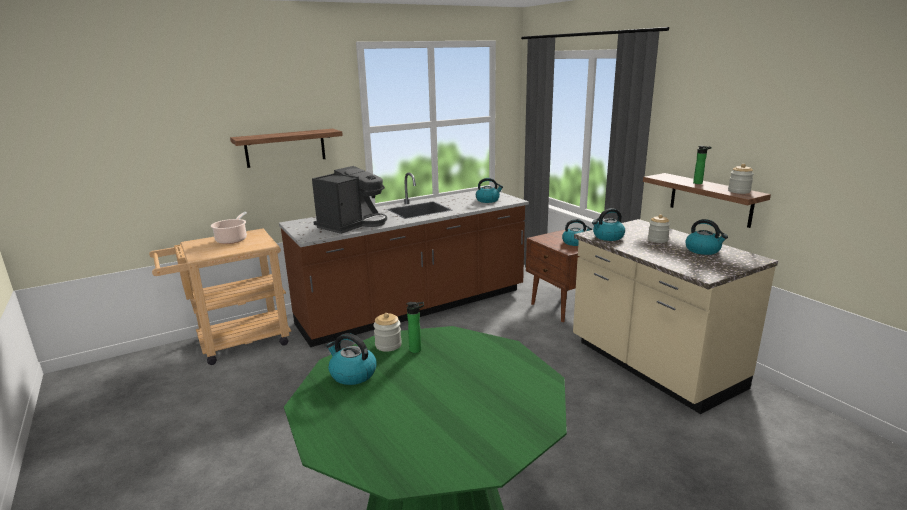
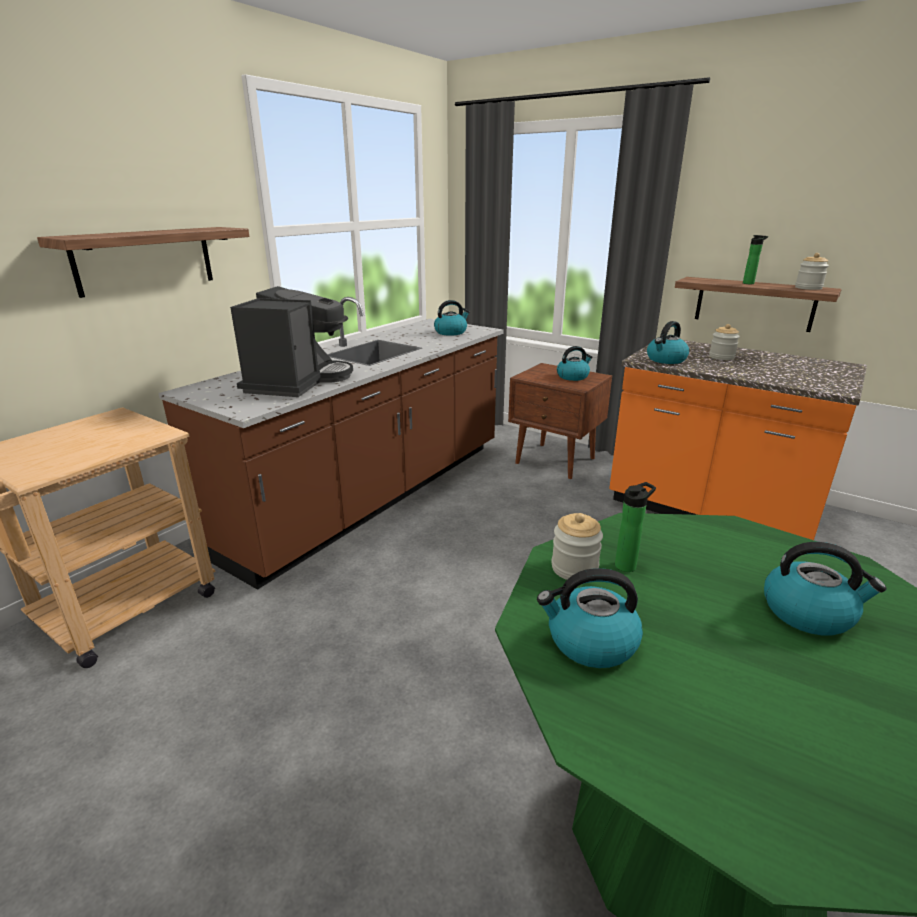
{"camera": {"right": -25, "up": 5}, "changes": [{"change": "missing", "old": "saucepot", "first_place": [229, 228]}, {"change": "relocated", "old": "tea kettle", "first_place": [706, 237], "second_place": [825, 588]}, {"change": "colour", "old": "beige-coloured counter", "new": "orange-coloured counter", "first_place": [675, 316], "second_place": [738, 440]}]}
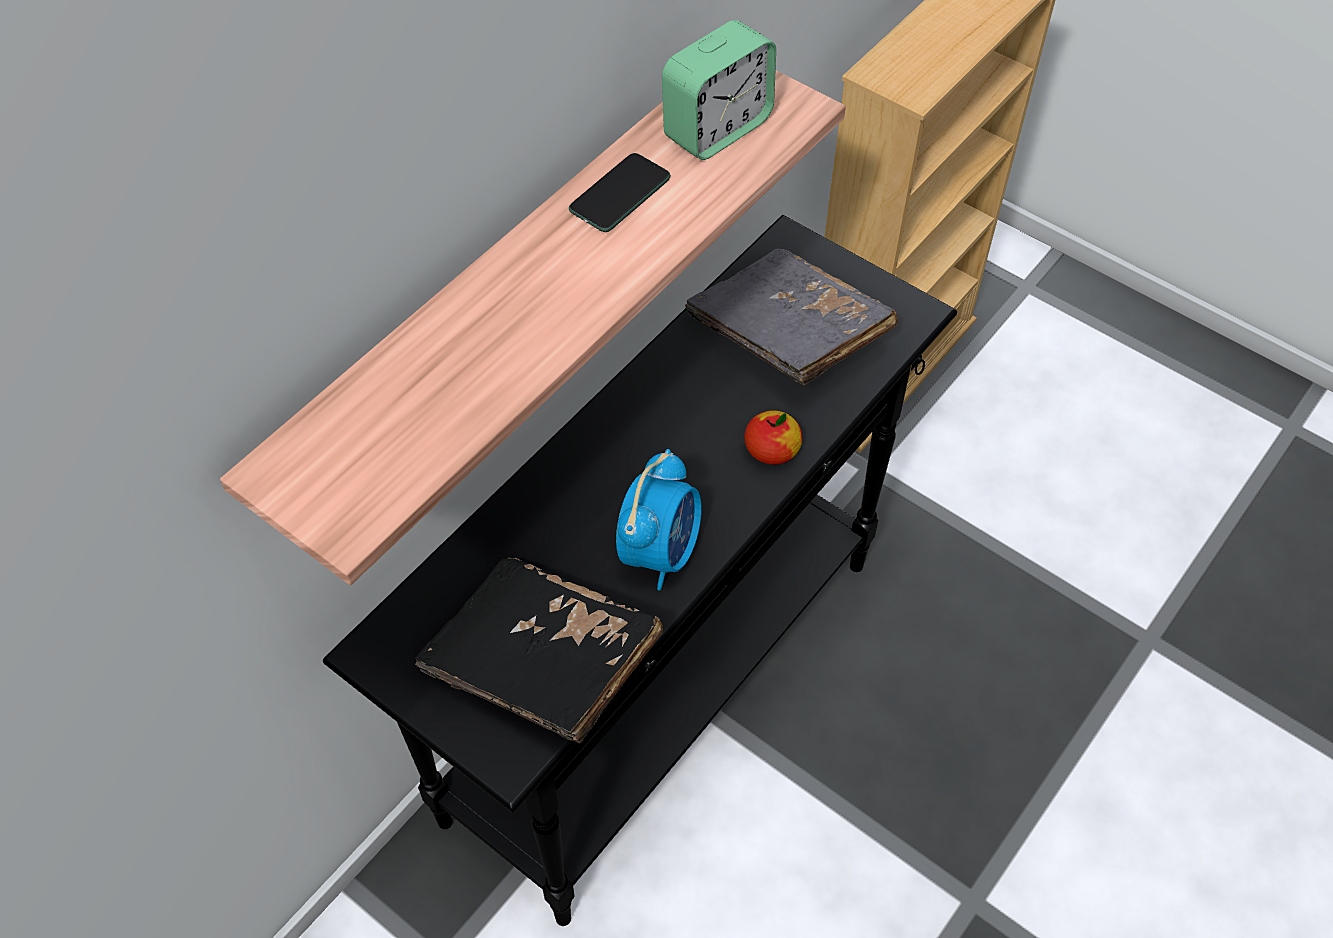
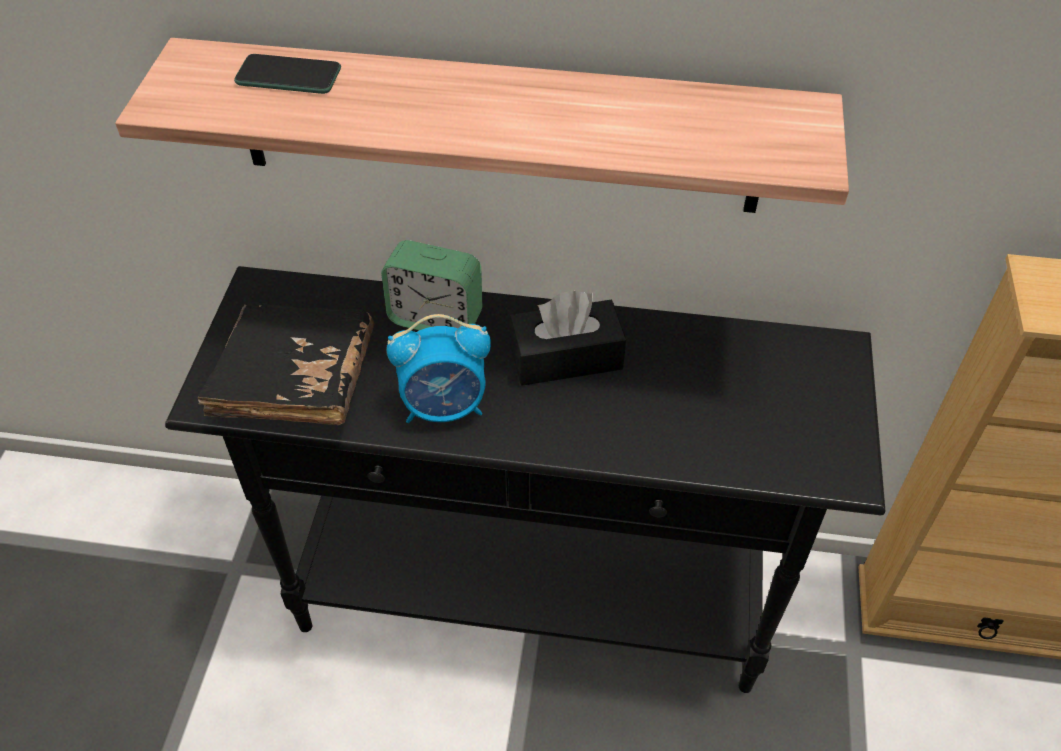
{"camera": {"right": 60, "up": -5}, "changes": [{"change": "missing", "old": "gray volume", "first_place": [791, 316]}, {"change": "missing", "old": "apple", "first_place": [773, 437]}, {"change": "appeared", "new": "black tissue holder", "second_place": [567, 338]}, {"change": "relocated", "old": "phone", "first_place": [620, 192], "second_place": [287, 74]}, {"change": "relocated", "old": "table clock", "first_place": [719, 90], "second_place": [432, 285]}]}
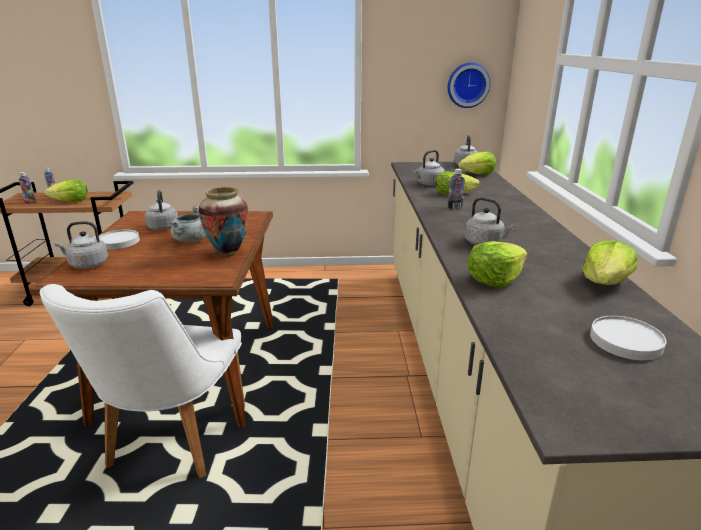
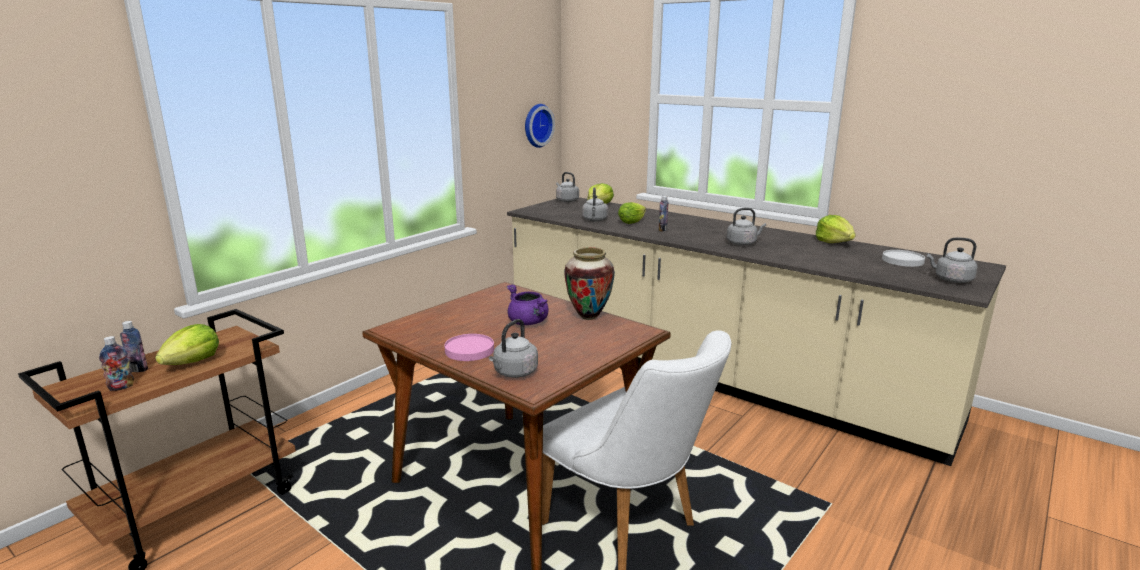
{"camera": {"right": -50, "up": -5}, "changes": [{"change": "missing", "old": "head of lettuce", "first_place": [497, 264]}, {"change": "relocated", "old": "gray tea kettle", "first_place": [161, 210], "second_place": [952, 260]}, {"change": "colour", "old": "white-coloured plate", "new": "pink plate", "first_place": [119, 239], "second_place": [469, 347]}, {"change": "colour", "old": "gray saucepot", "new": "purplish saucepot", "first_place": [188, 224], "second_place": [527, 304]}]}
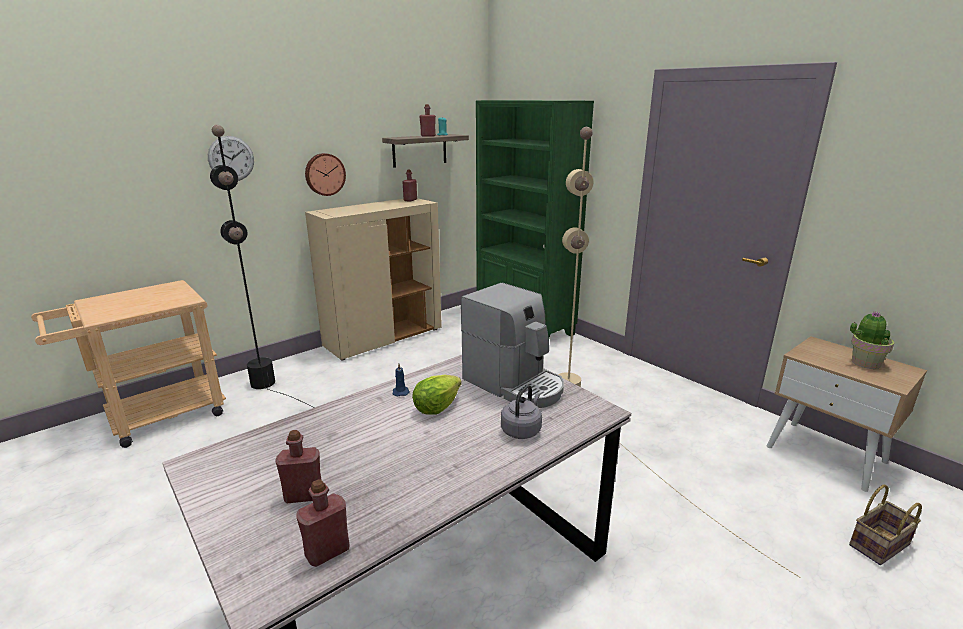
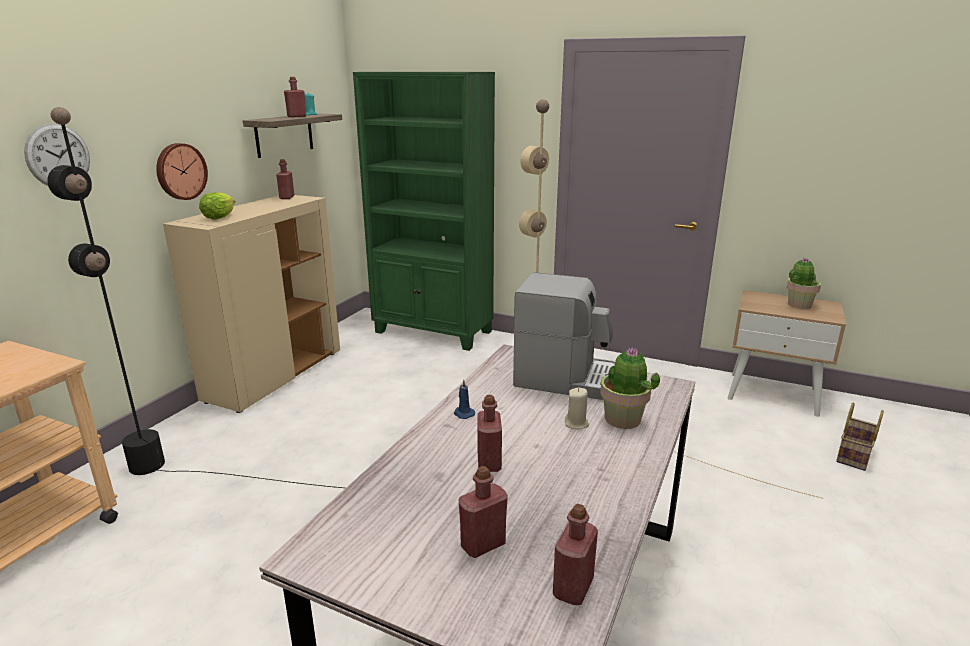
{"camera": {"right": -25, "up": 0}, "changes": [{"change": "appeared", "new": "red drink bottle", "second_place": [489, 433]}, {"change": "appeared", "new": "beige-coloured wax candle", "second_place": [577, 408]}, {"change": "relocated", "old": "head of lettuce", "first_place": [437, 395], "second_place": [217, 206]}, {"change": "exchanged", "old": "gray tea kettle", "new": "plant in a pot", "first_place": [521, 412], "second_place": [630, 388]}]}
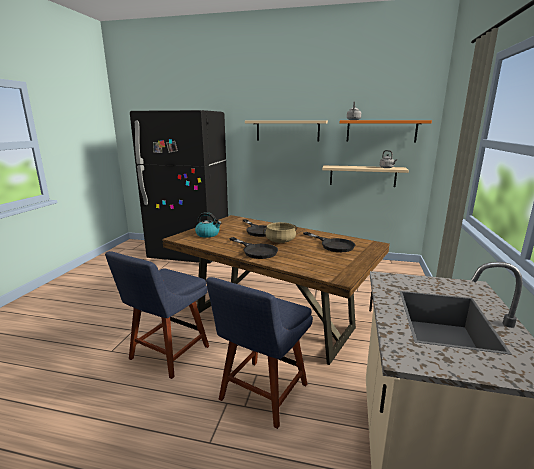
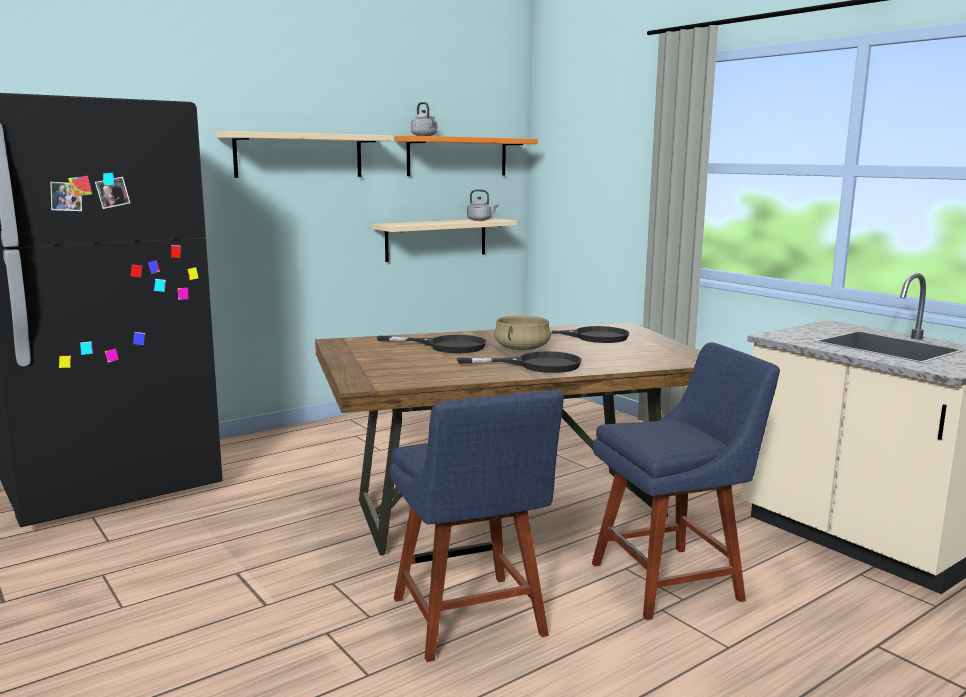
{"camera": {"right": -50, "up": -5}, "changes": [{"change": "missing", "old": "tea kettle", "first_place": [208, 225]}, {"change": "spun", "old": "blue-coloured plain chair", "first_place": [259, 353], "second_place": [686, 481], "degrees": -90}]}
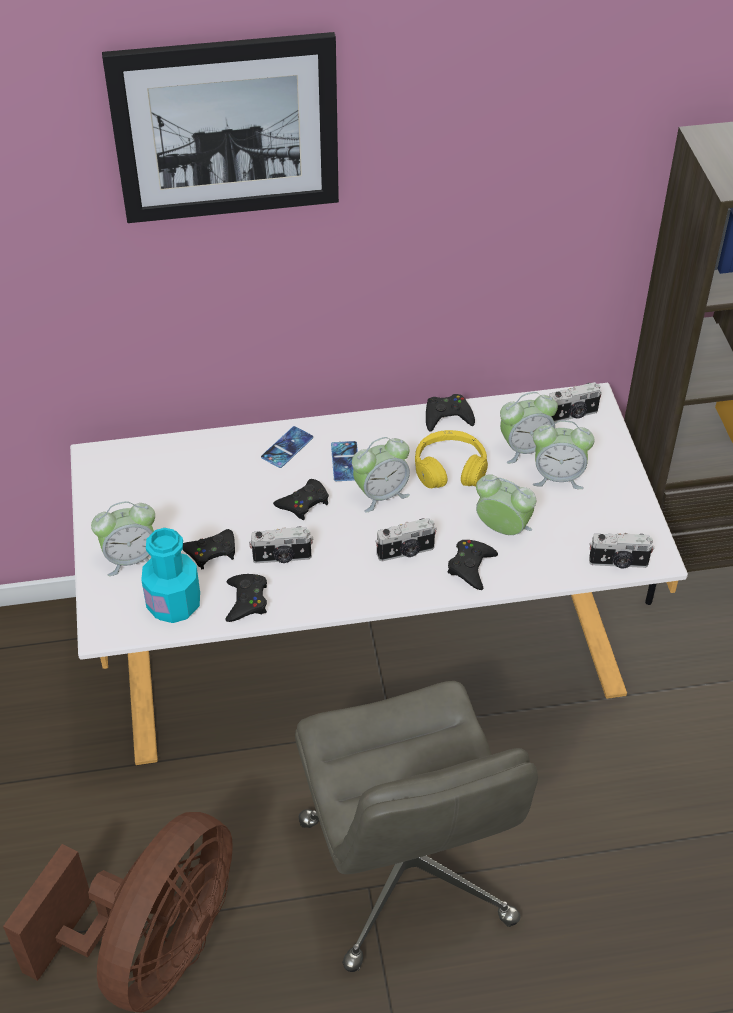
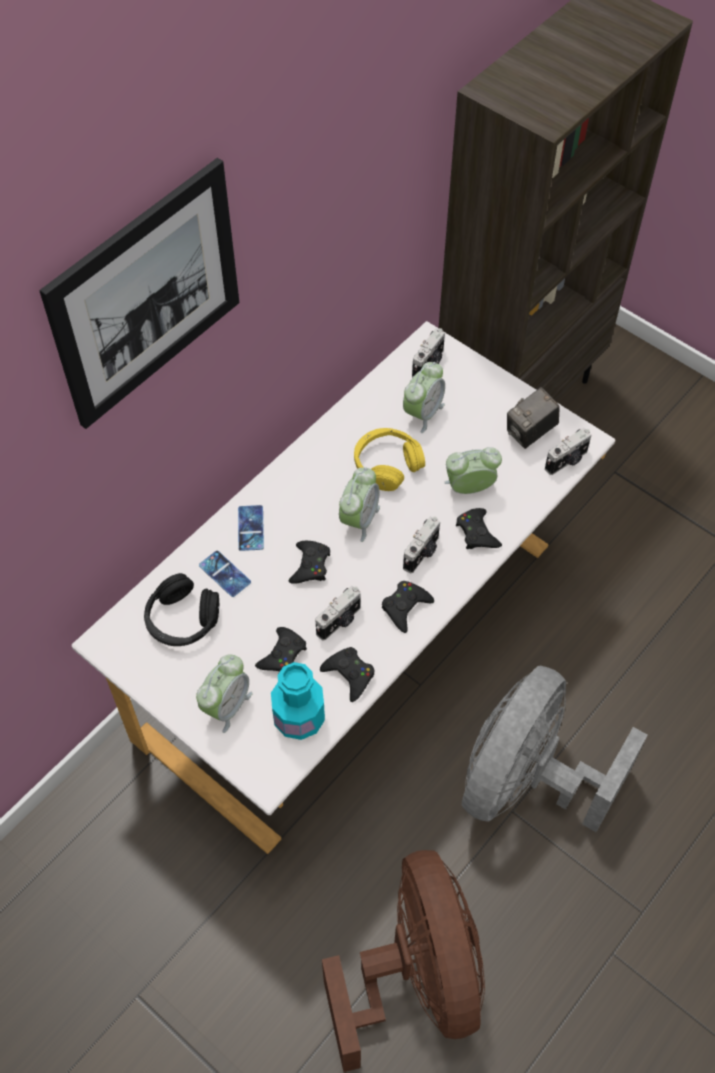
{"camera": {"right": -40, "up": 10}, "changes": [{"change": "missing", "old": "table clock", "first_place": [564, 454]}, {"change": "appeared", "new": "black headset", "second_place": [181, 609]}, {"change": "appeared", "new": "photo camera", "second_place": [533, 418]}, {"change": "relocated", "old": "phone", "first_place": [344, 461], "second_place": [225, 574]}, {"change": "relocated", "old": "black game controller", "first_place": [450, 413], "second_place": [408, 607]}, {"change": "exchanged", "old": "gray desk chair", "new": "gray fan", "first_place": [416, 826], "second_place": [555, 749]}]}
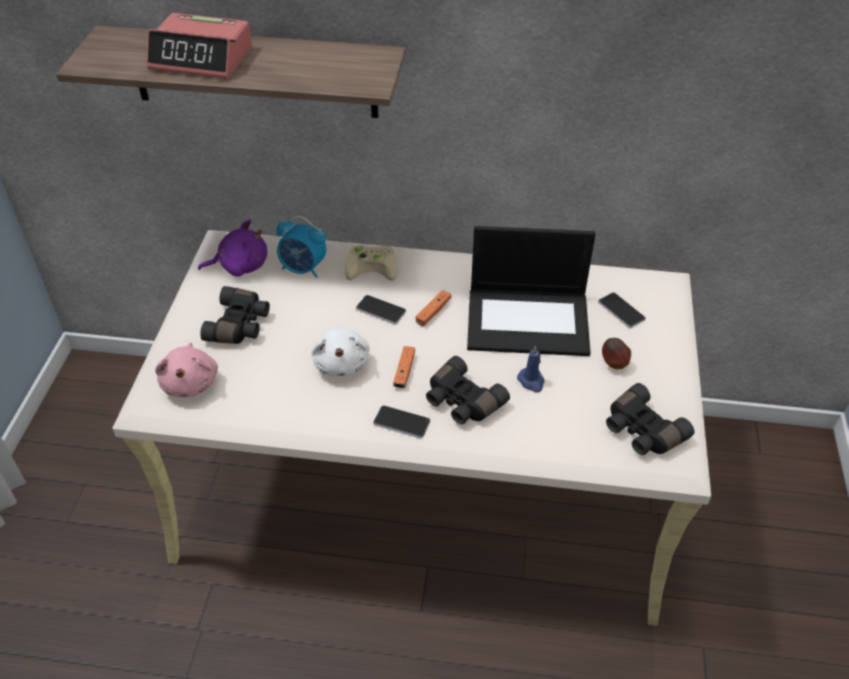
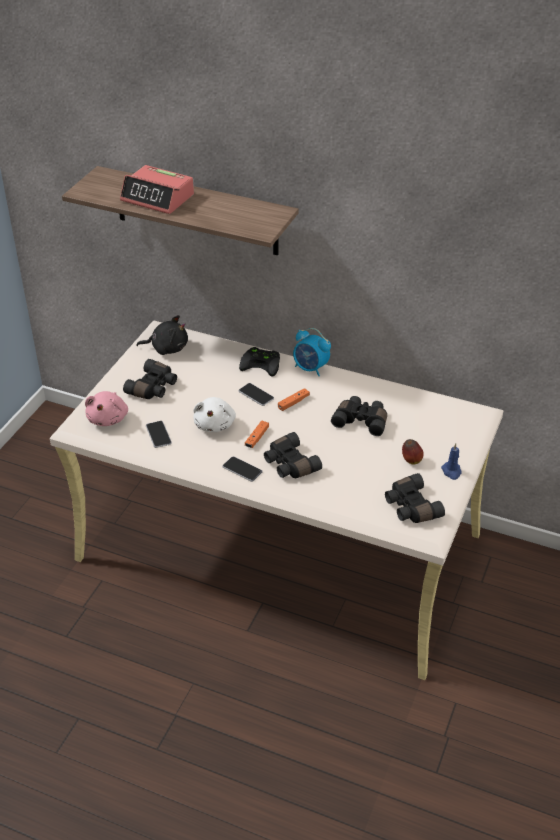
{"camera": {"right": 15, "up": -5}, "changes": [{"change": "relocated", "old": "table clock", "first_place": [301, 247], "second_place": [312, 352]}, {"change": "relocated", "old": "blue-coloured wax candle", "first_place": [531, 369], "second_place": [451, 461]}, {"change": "relocated", "old": "phone", "first_place": [622, 310], "second_place": [159, 434]}, {"change": "exchanged", "old": "notebook computer", "new": "black binoculars", "first_place": [531, 291], "second_place": [359, 416]}, {"change": "colour", "old": "purplish cuddly toy", "new": "black cuddly toy", "first_place": [232, 248], "second_place": [162, 335]}, {"change": "colour", "old": "beige-coloured game controller", "new": "black game controller", "first_place": [371, 263], "second_place": [259, 362]}]}
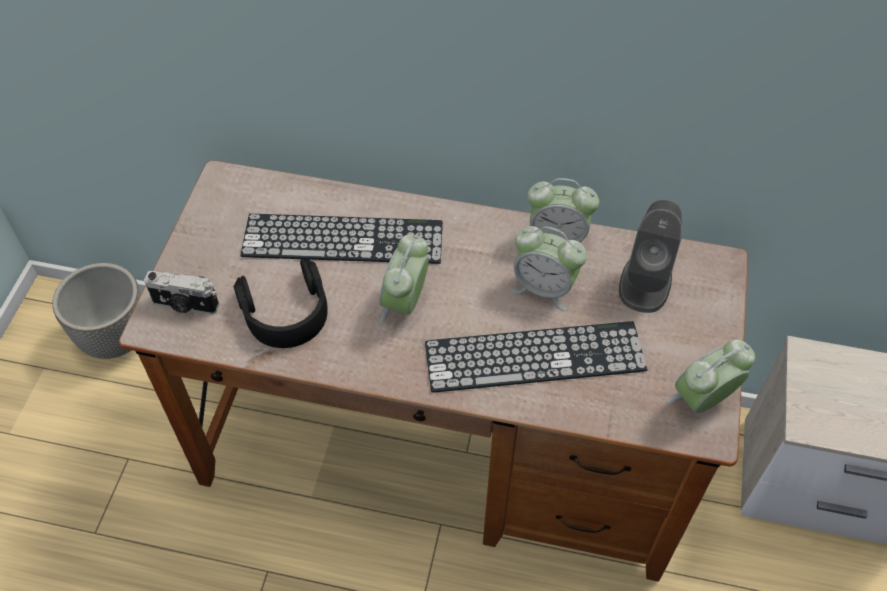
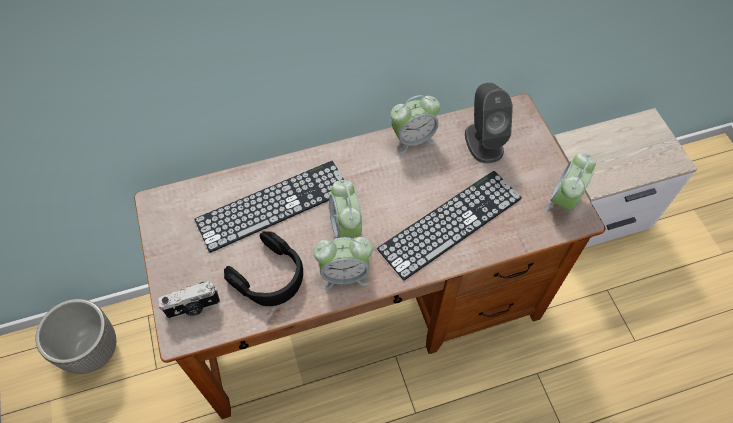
{"camera": {"right": -30, "up": 5}, "changes": [{"change": "relocated", "old": "table clock", "first_place": [549, 268], "second_place": [343, 263]}]}
